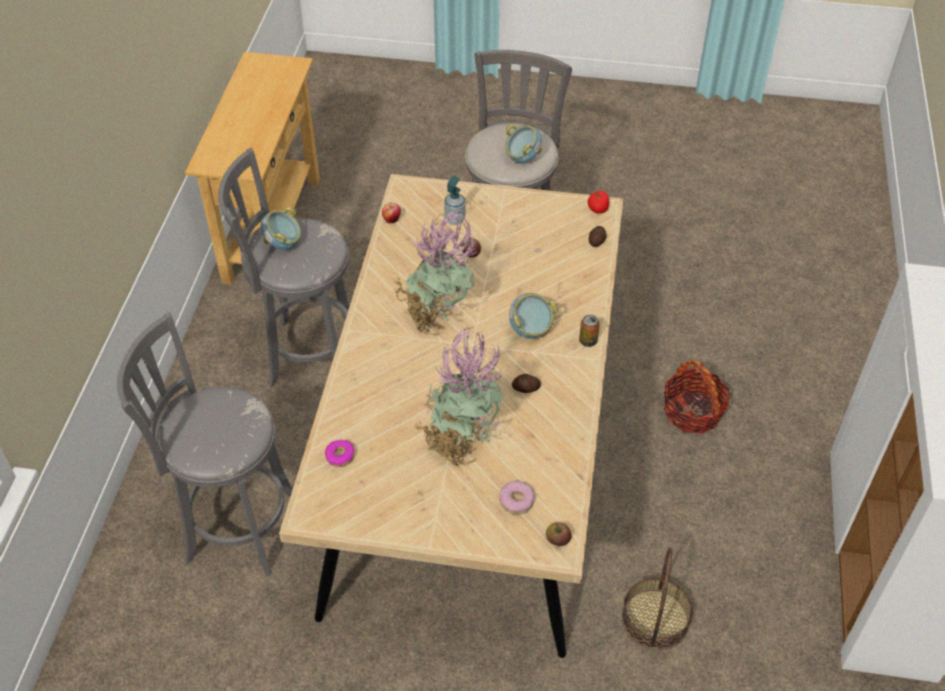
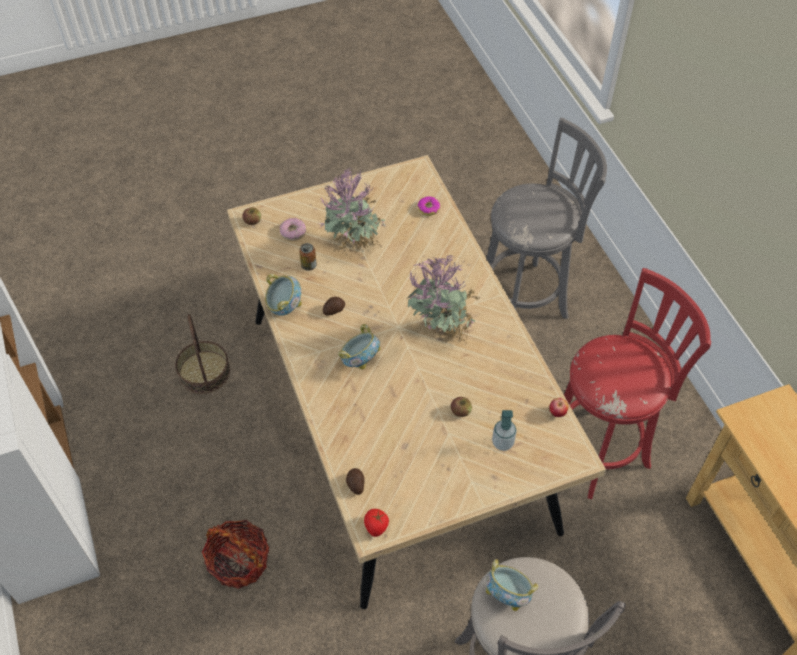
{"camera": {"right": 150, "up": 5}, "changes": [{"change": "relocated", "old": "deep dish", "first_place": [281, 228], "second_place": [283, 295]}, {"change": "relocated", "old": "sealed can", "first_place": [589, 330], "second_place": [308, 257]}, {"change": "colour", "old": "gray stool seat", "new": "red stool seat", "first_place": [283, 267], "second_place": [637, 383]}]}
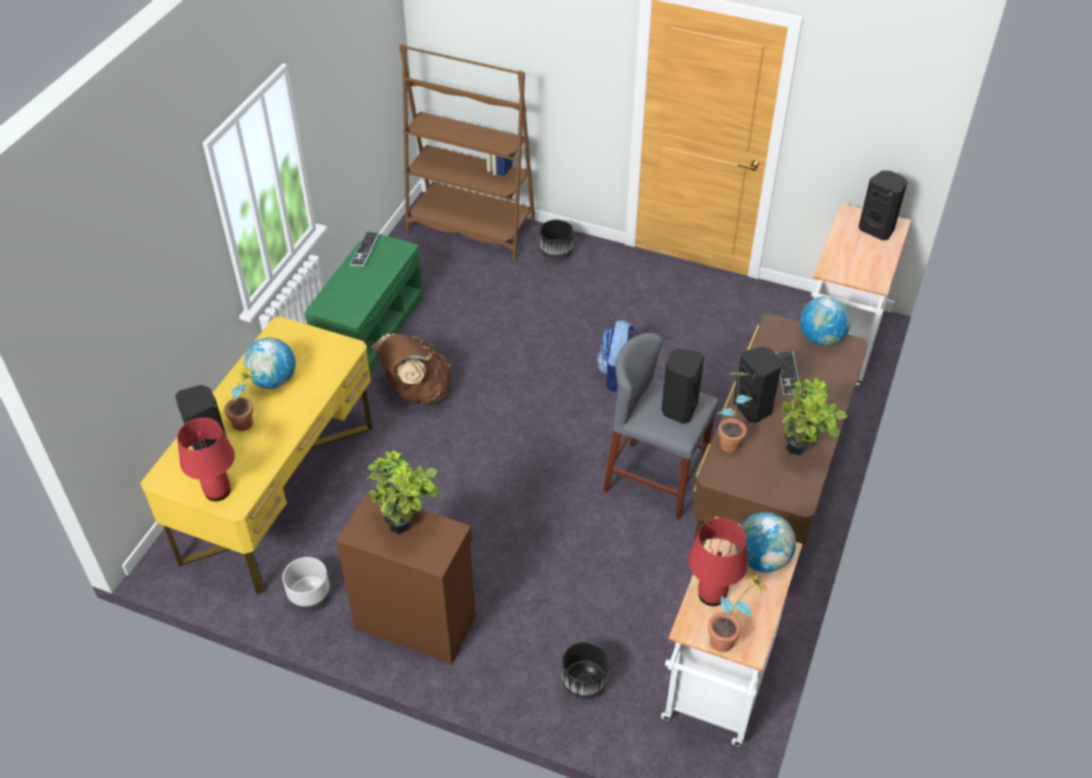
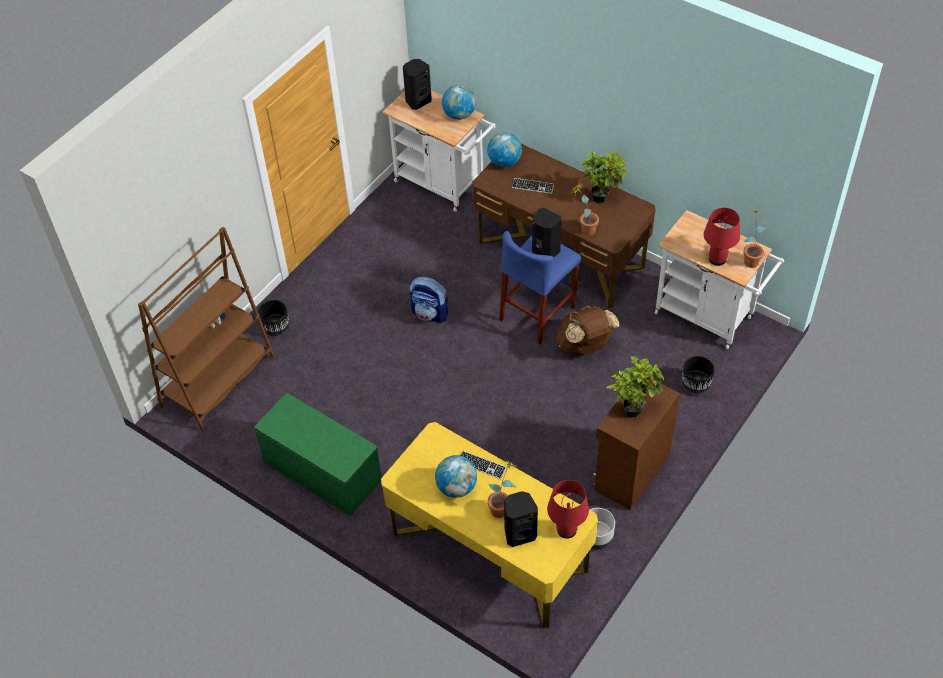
{"camera": {"right": -75, "up": 5}, "changes": [{"change": "missing", "old": "black speaker", "first_place": [757, 385]}, {"change": "relocated", "old": "keyboard", "first_place": [364, 250], "second_place": [483, 465]}, {"change": "relocated", "old": "brownish knapsack", "first_place": [411, 369], "second_place": [588, 331]}, {"change": "relocated", "old": "globe", "first_place": [766, 542], "second_place": [459, 102]}, {"change": "colour", "old": "gray stool seat", "new": "blue-coloured stool seat", "first_place": [660, 426], "second_place": [540, 287]}]}
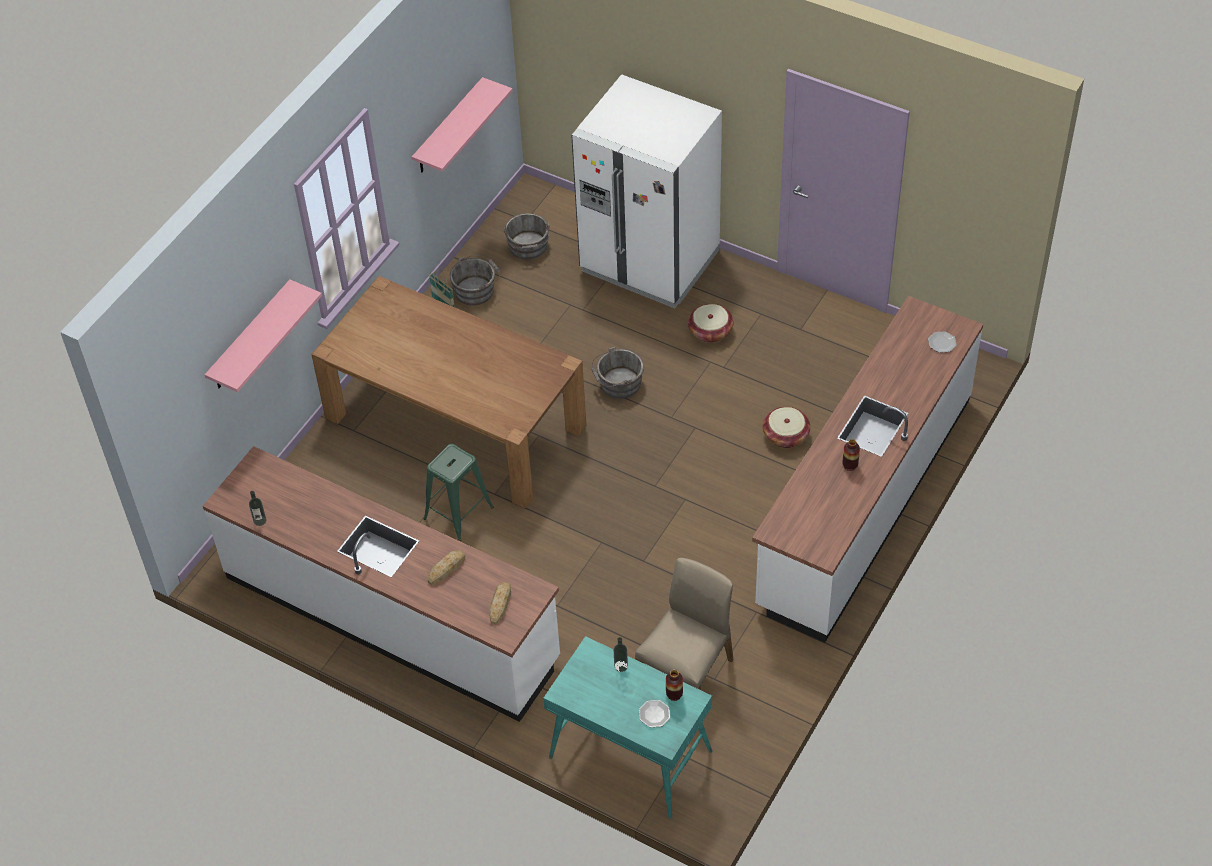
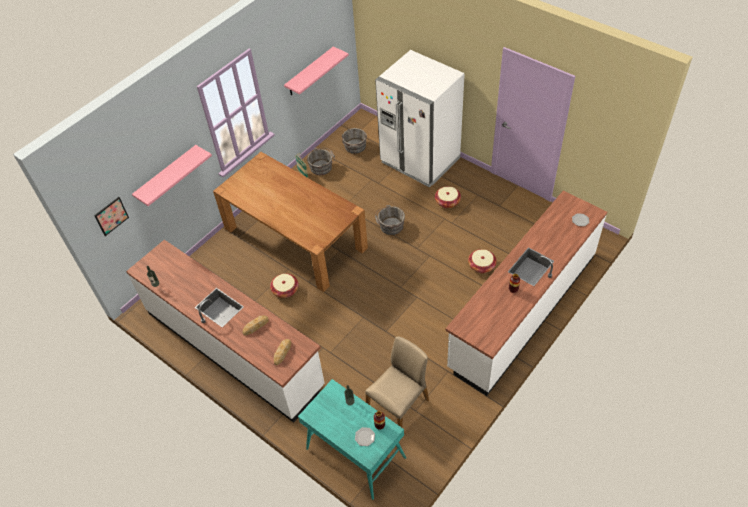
{"camera": {"right": 10, "up": 0}, "changes": [{"change": "appeared", "new": "wall picture", "second_place": [111, 216]}, {"change": "exchanged", "old": "green-coloured stool seat", "new": "storage basket", "first_place": [459, 492], "second_place": [284, 285]}]}
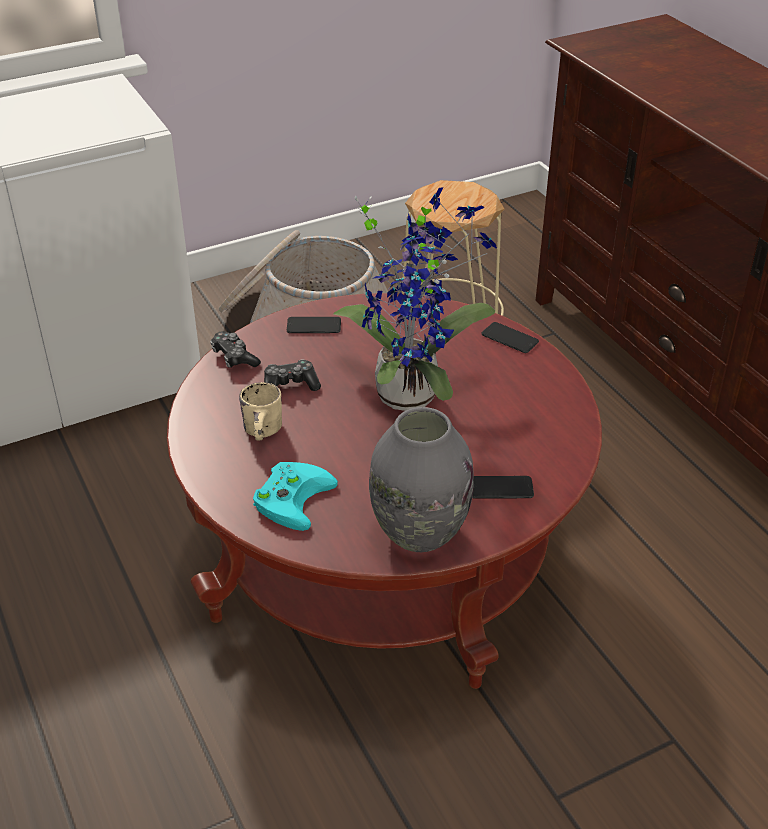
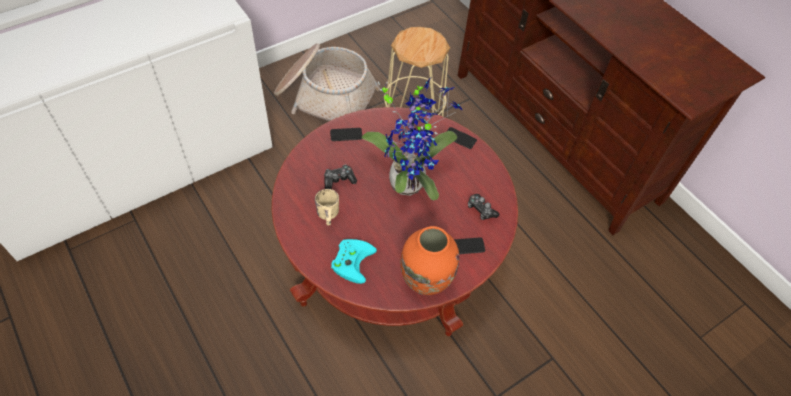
{"camera": {"right": -10, "up": 15}, "changes": [{"change": "relocated", "old": "game controller", "first_place": [235, 349], "second_place": [483, 207]}, {"change": "colour", "old": "gray decorative vase", "new": "orange-coloured decorative vase", "first_place": [421, 479], "second_place": [429, 260]}]}
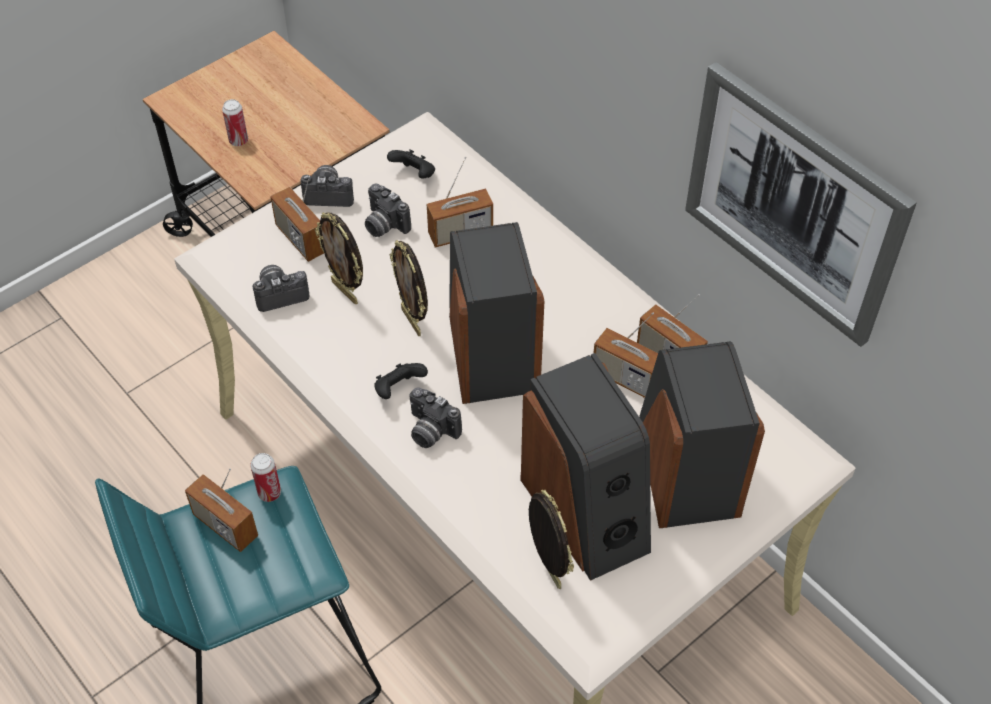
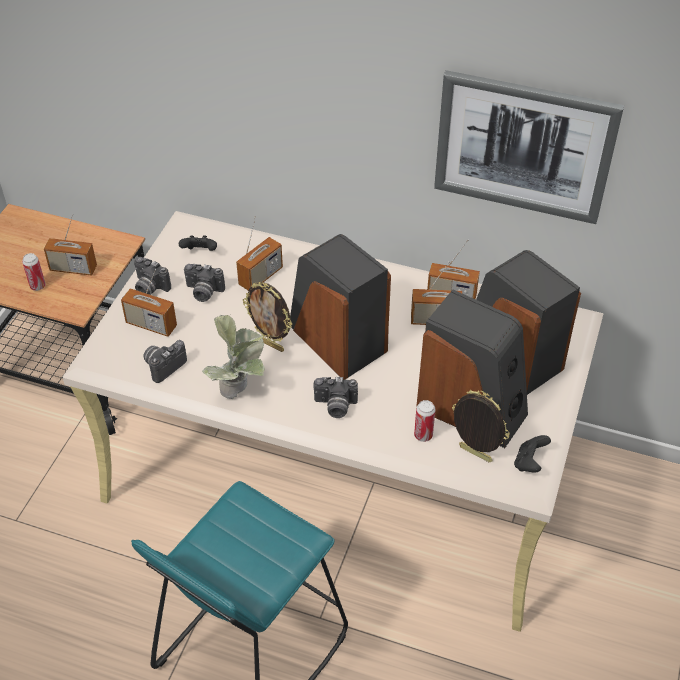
{"camera": {"right": -30, "up": -5}, "changes": [{"change": "missing", "old": "standing frame", "first_place": [339, 258]}, {"change": "appeared", "new": "plant in a pot", "second_place": [233, 357]}, {"change": "relocated", "old": "radio", "first_place": [221, 510], "second_place": [70, 245]}, {"change": "relocated", "old": "sealed can", "first_place": [265, 477], "second_place": [425, 421]}, {"change": "relocated", "old": "black game controller", "first_place": [401, 381], "second_place": [532, 453]}, {"change": "spun", "old": "photo camera", "first_place": [327, 186], "second_place": [152, 276], "degrees": -120}]}
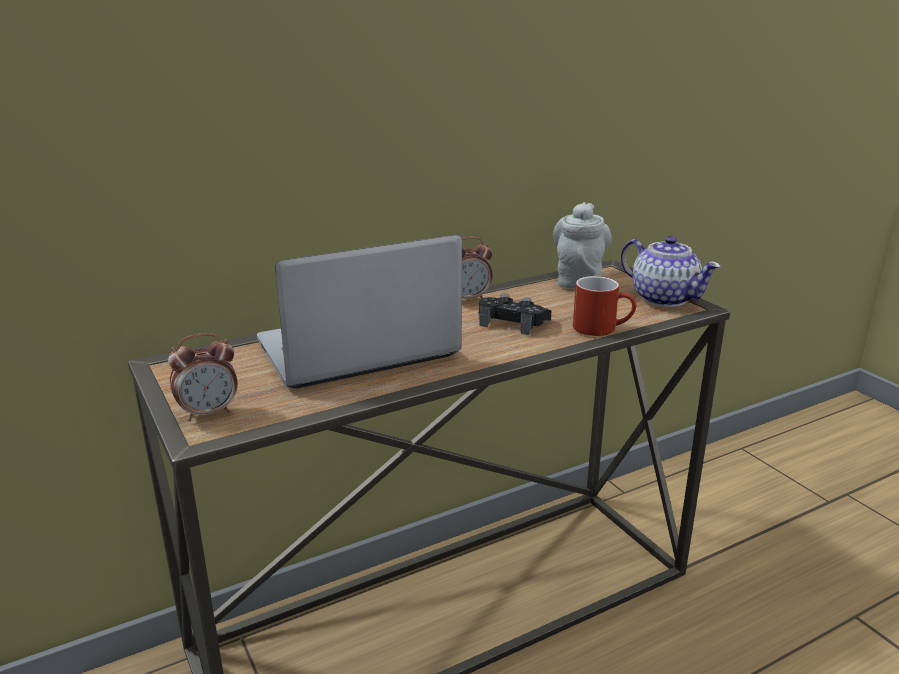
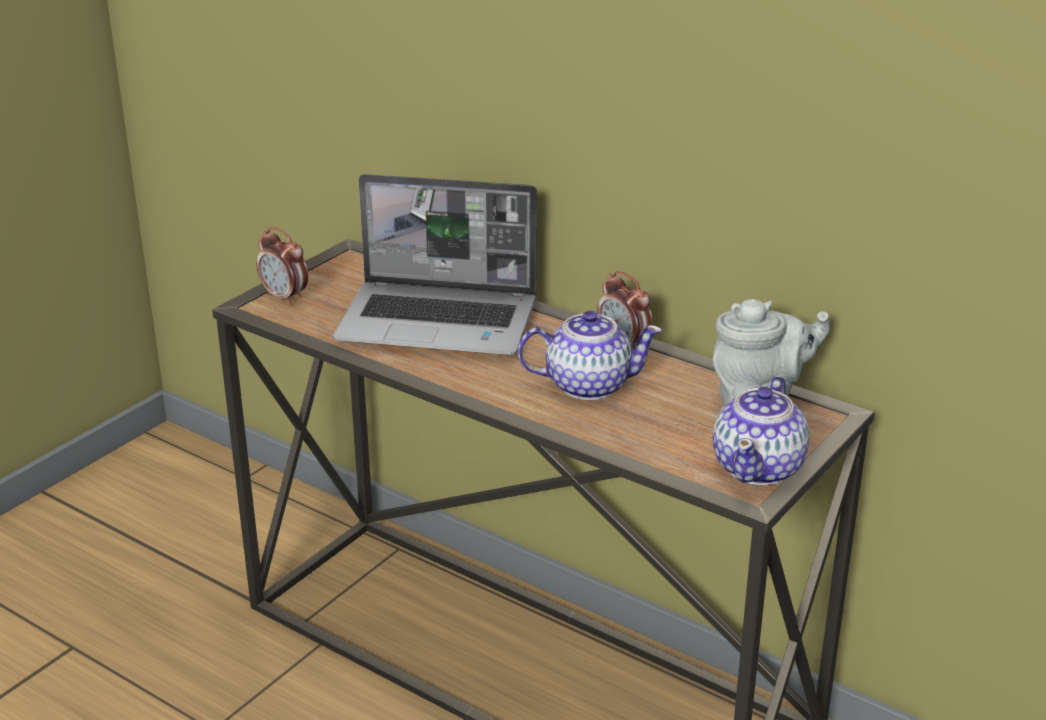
{"camera": {"right": 65, "up": 5}, "changes": [{"change": "missing", "old": "red mug", "first_place": [604, 306]}, {"change": "exchanged", "old": "black game controller", "new": "tea pot", "first_place": [515, 314], "second_place": [590, 355]}, {"change": "spun", "old": "notebook computer", "first_place": [359, 311], "second_place": [435, 264], "degrees": 150}]}
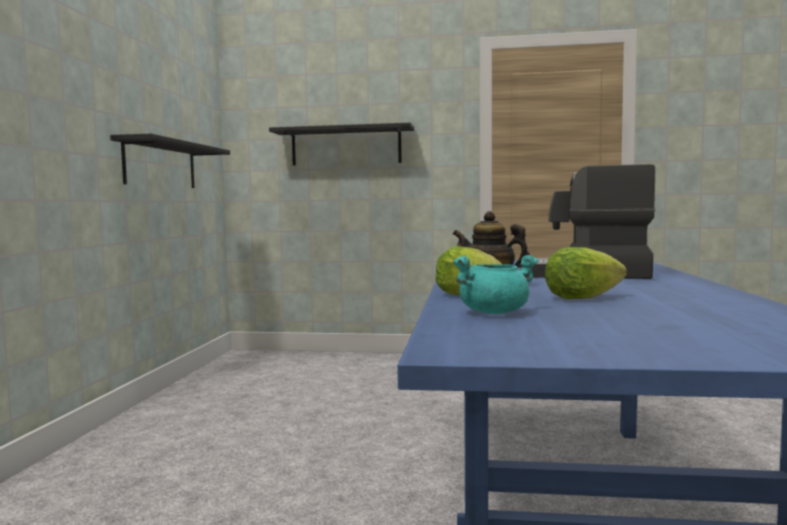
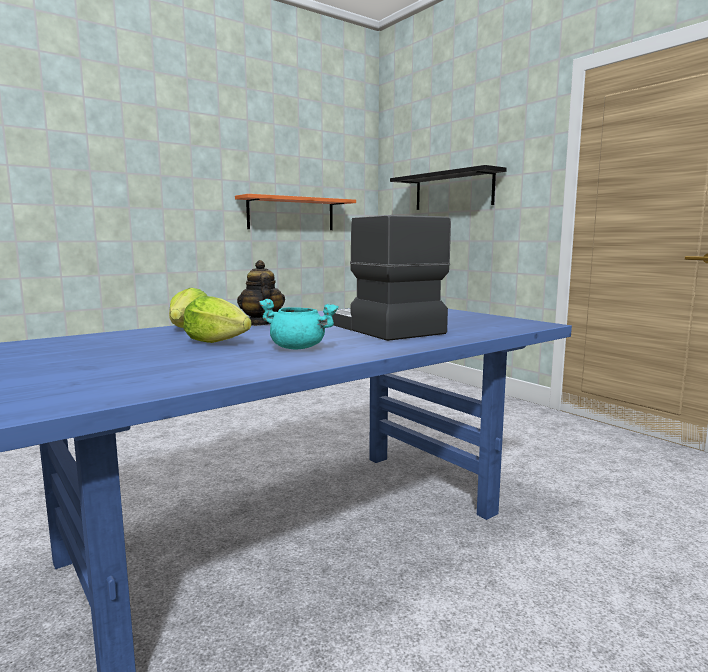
{"camera": {"right": 45, "up": 5}, "changes": [{"change": "relocated", "old": "blue-green saucepot", "first_place": [495, 284], "second_place": [299, 324]}, {"change": "colour", "old": "black bracket shelf", "new": "orange-coloured bracket shelf", "first_place": [170, 161], "second_place": [295, 212]}]}
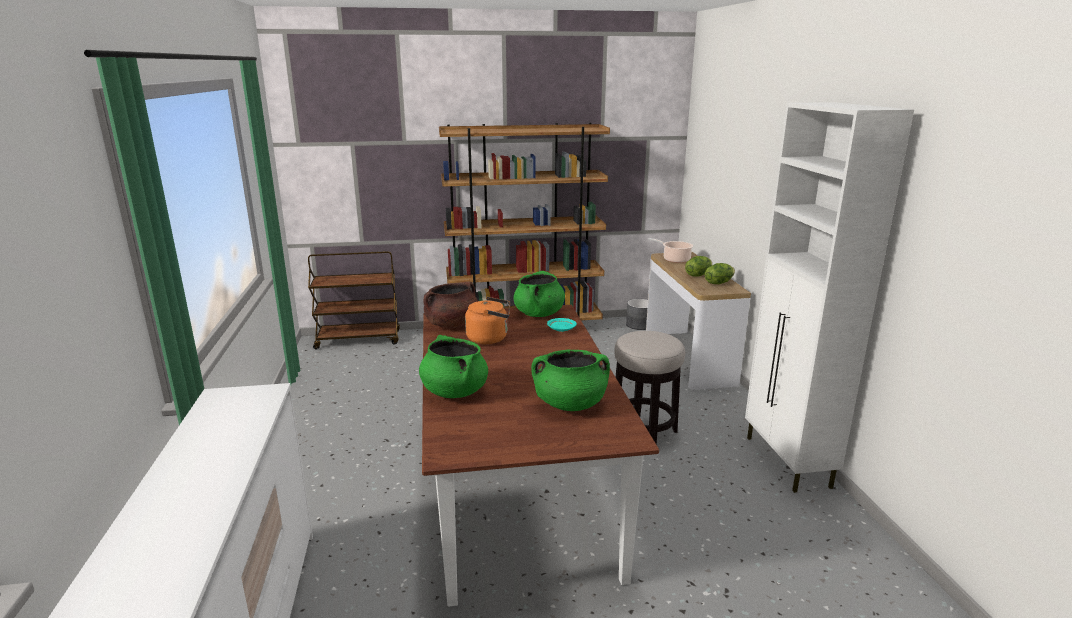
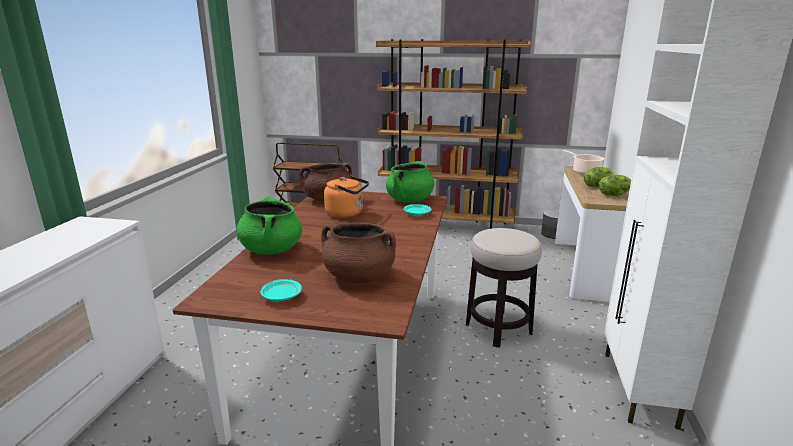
{"camera": {"right": 20, "up": 0}, "changes": [{"change": "appeared", "new": "blue-green plate", "second_place": [281, 290]}, {"change": "colour", "old": "green-coloured saucepot", "new": "brownish saucepot", "first_place": [570, 380], "second_place": [358, 253]}]}
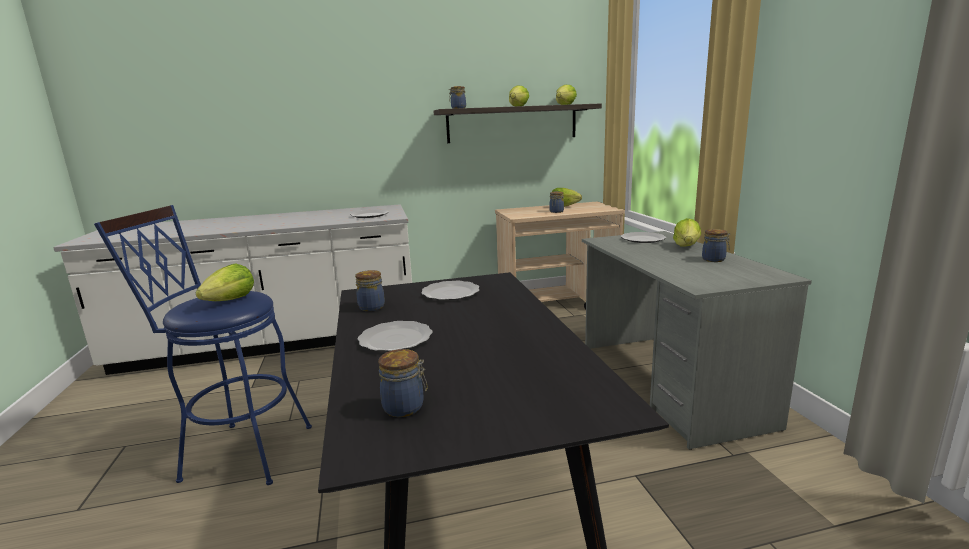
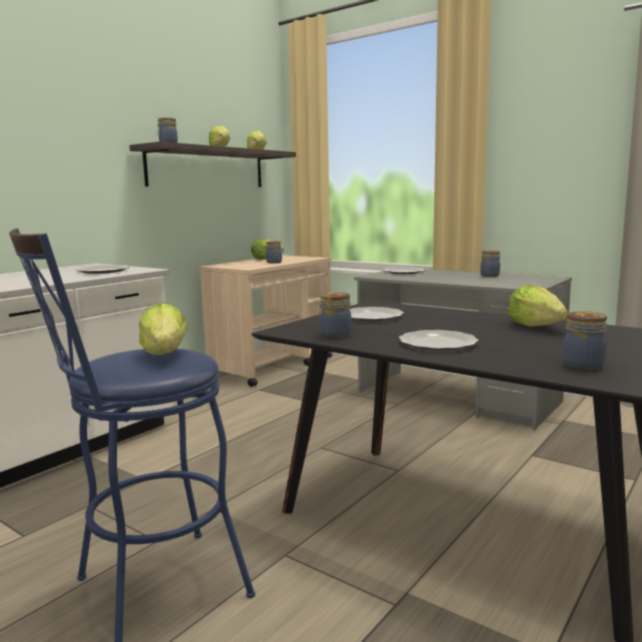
{"camera": {"right": -40, "up": -5}, "changes": [{"change": "relocated", "old": "head of lettuce", "first_place": [687, 232], "second_place": [538, 306]}]}
